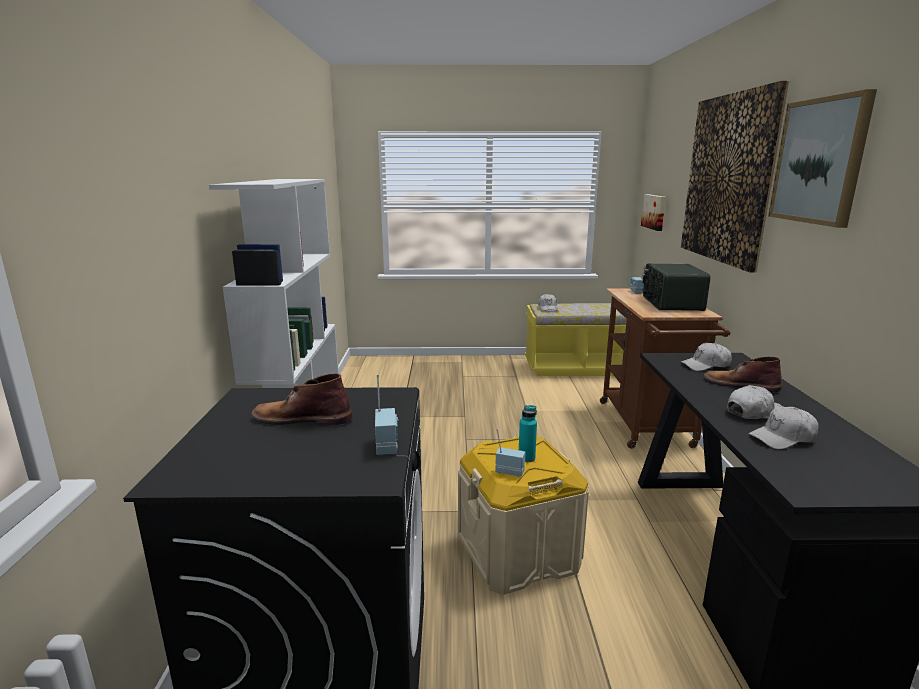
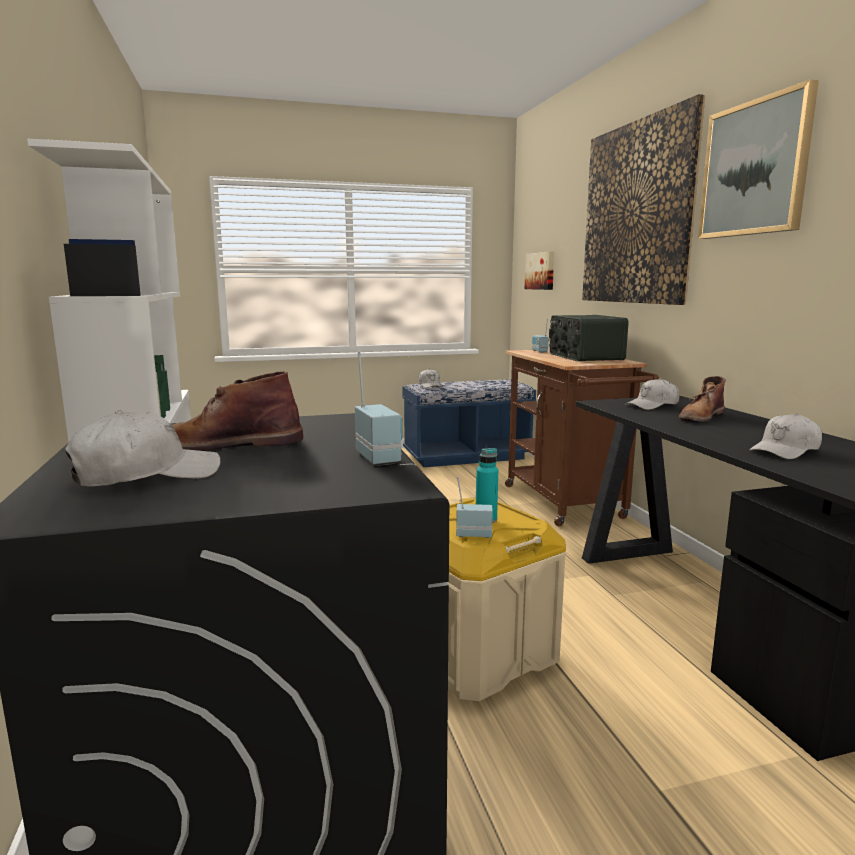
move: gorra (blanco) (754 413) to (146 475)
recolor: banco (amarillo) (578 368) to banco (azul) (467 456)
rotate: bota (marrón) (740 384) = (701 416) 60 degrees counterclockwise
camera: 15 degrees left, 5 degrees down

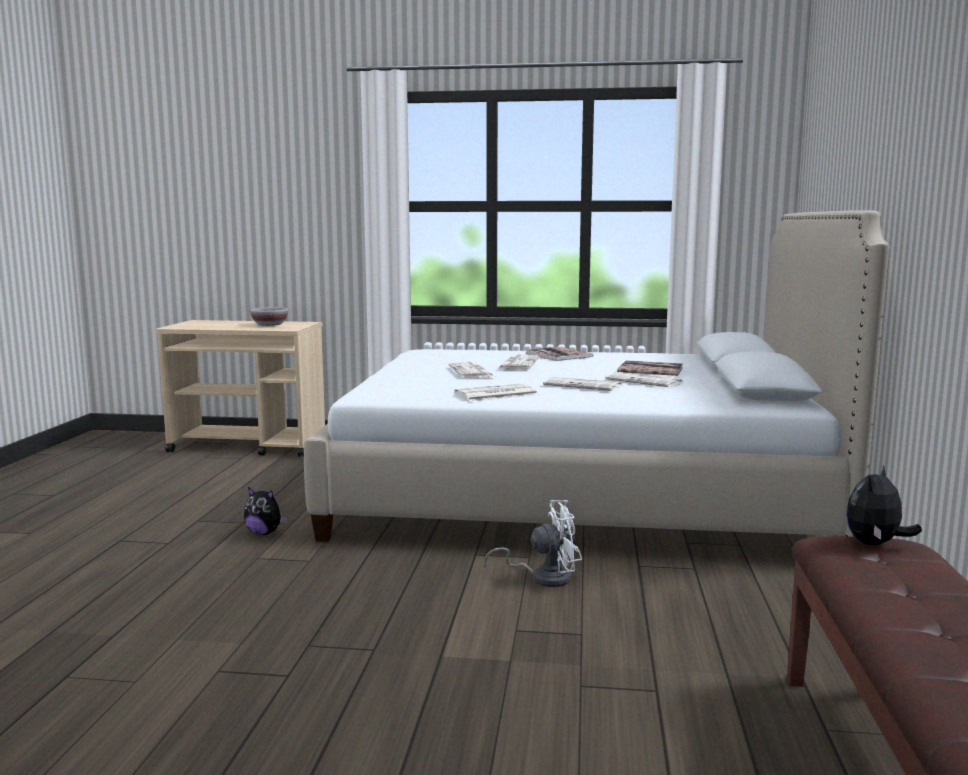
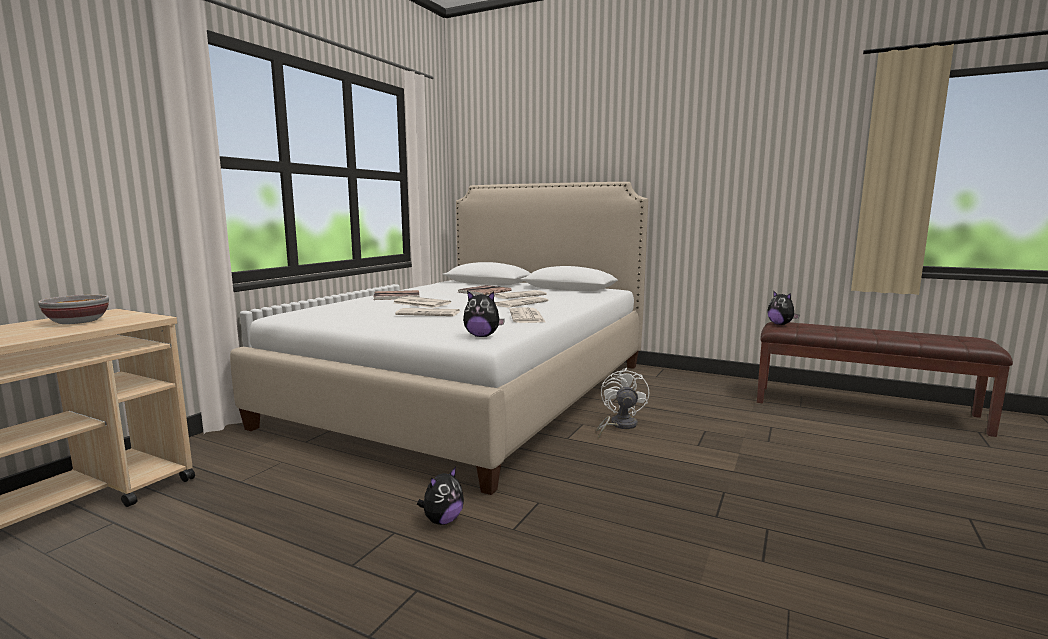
insert: peluche (482 336)
camera: 70 degrees left, 0 degrees up

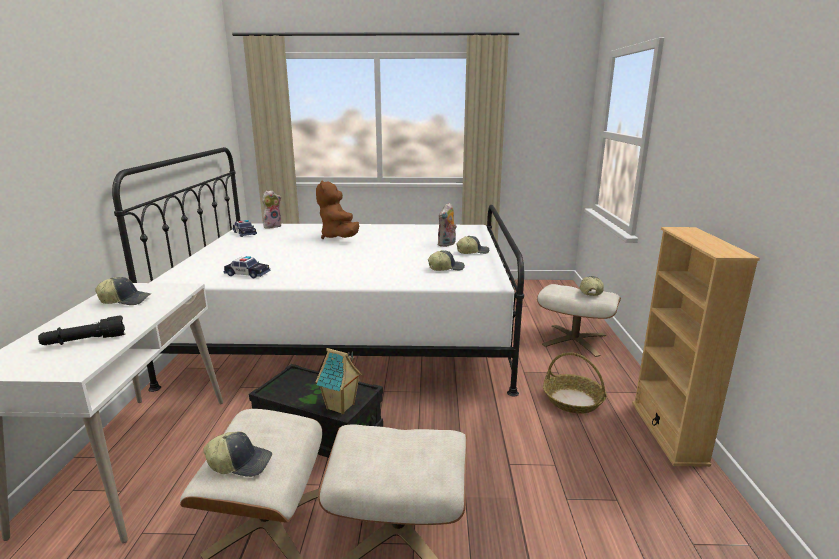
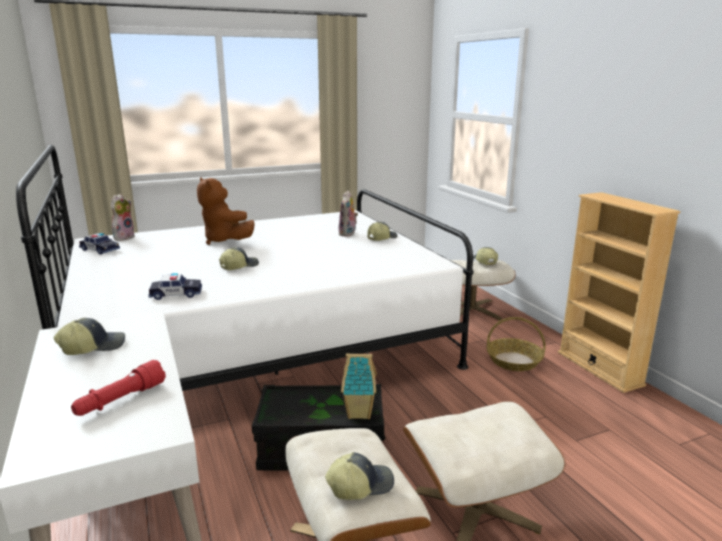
move: gorra (446 268) to (239 266)
recolor: linterna (negro) (85 341) to linterna (rojo) (120 400)
camera: 25 degrees left, 0 degrees up

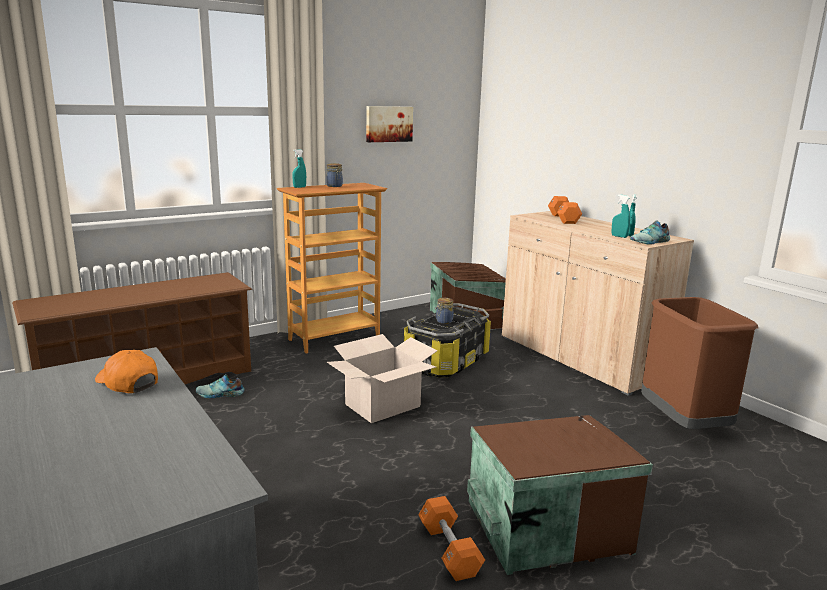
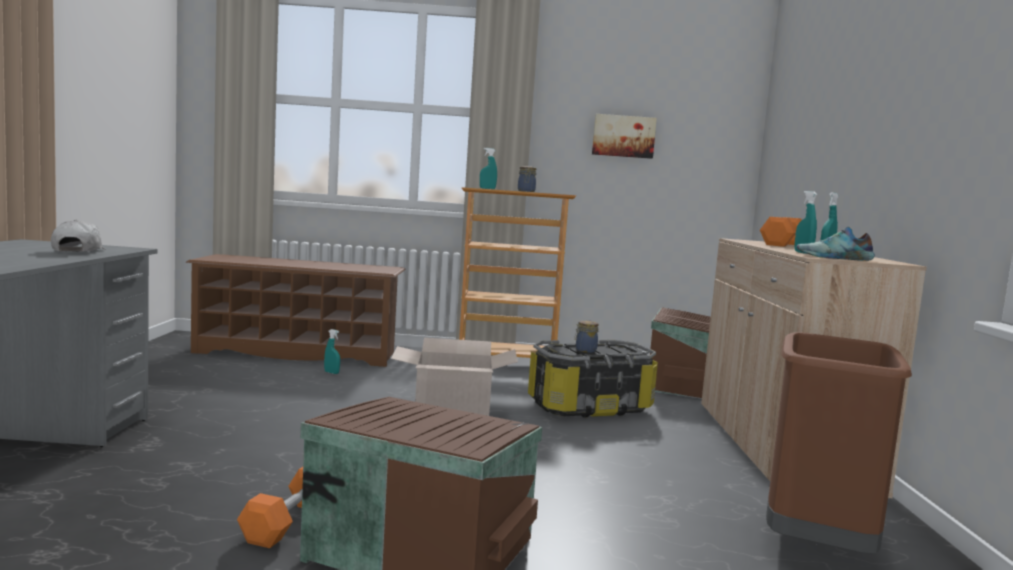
replace: zapato (220 394) to pulverizador (turquesa) (331 372)
recolor: gorra (naranja) (127 382) to gorra (blanco) (78 251)
camera: 35 degrees right, 10 degrees down

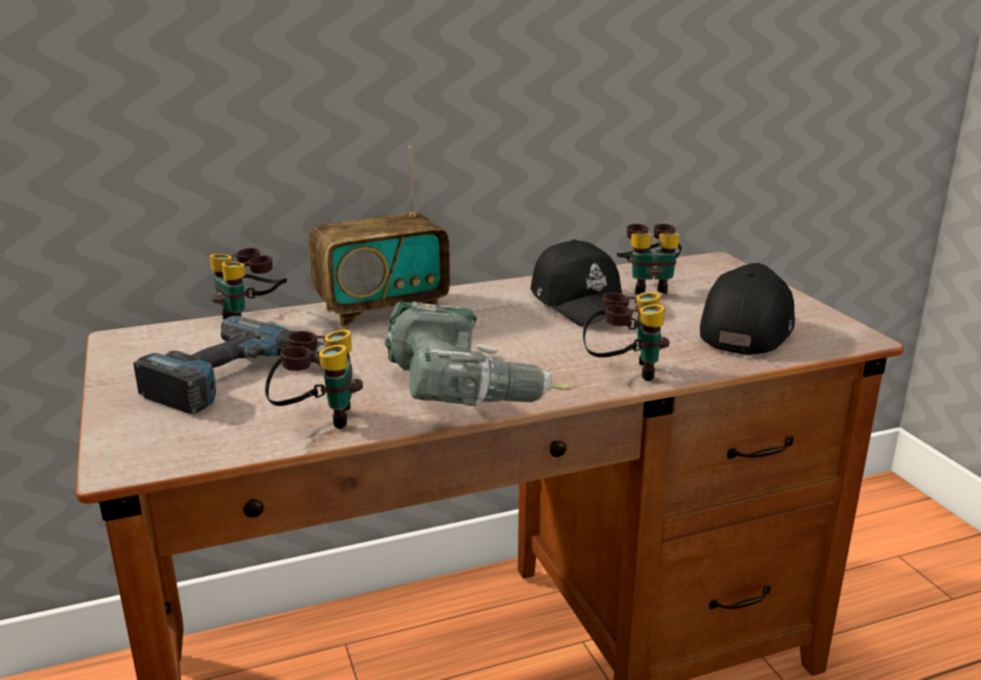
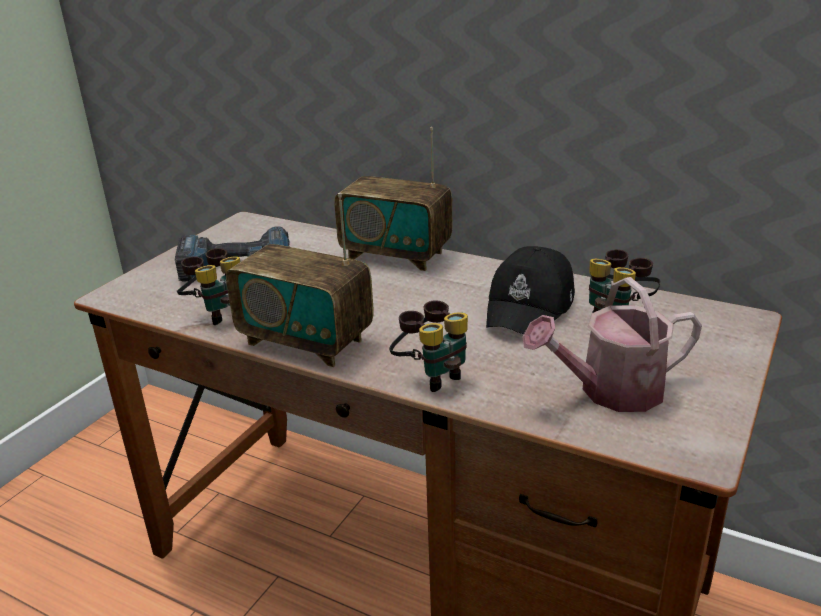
delete: prismáticos (252 319)
replace: taladro (468 398) to radio (306 341); gorra (negro) (744 328) to regadera (610 391)
camera: 50 degrees right, 5 degrees up

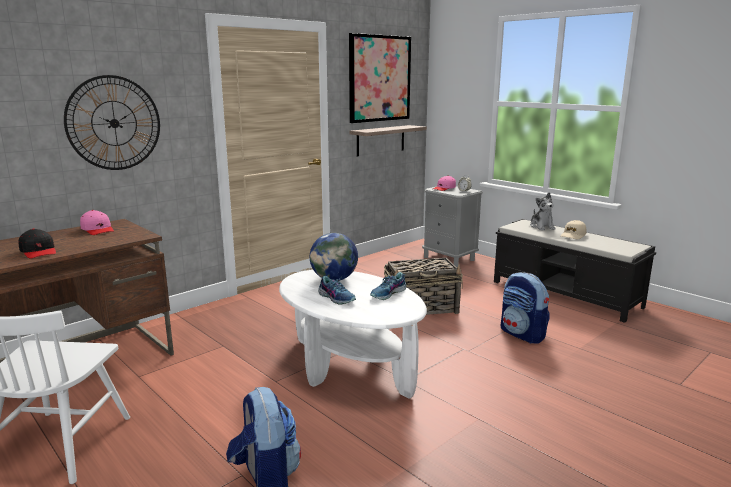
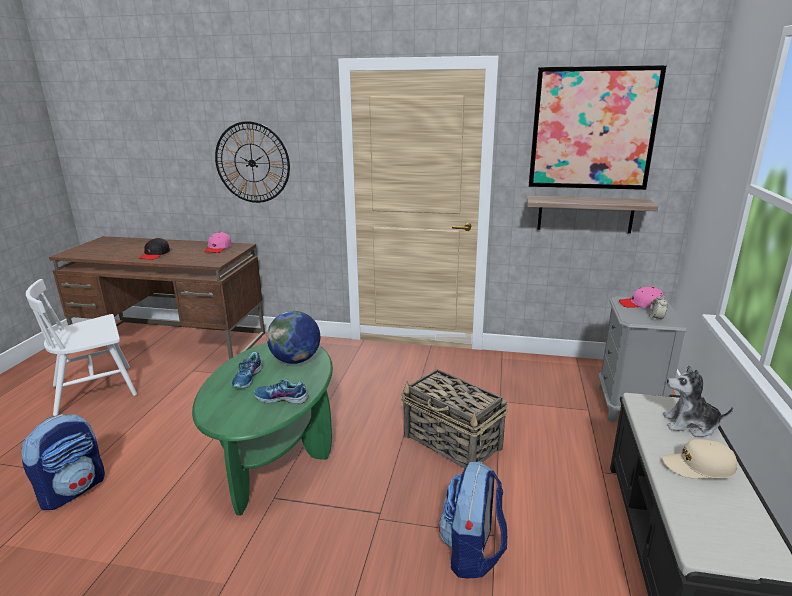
recolor: mesa de centro (blanco) (350 367) to mesa de centro (verde) (275 453)
rotate: peluche (541 226) = (690 425) 60 degrees clockwise
camera: 55 degrees right, 5 degrees up

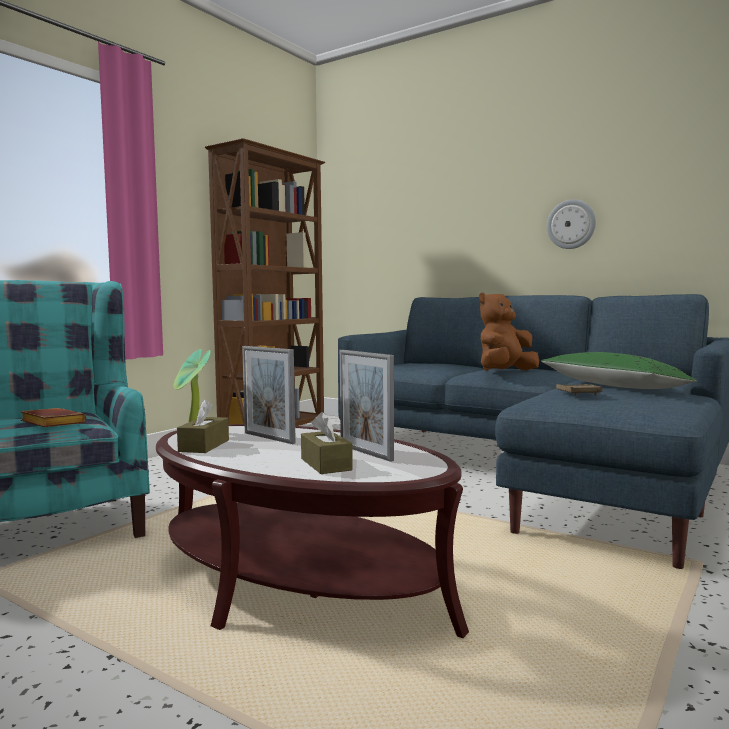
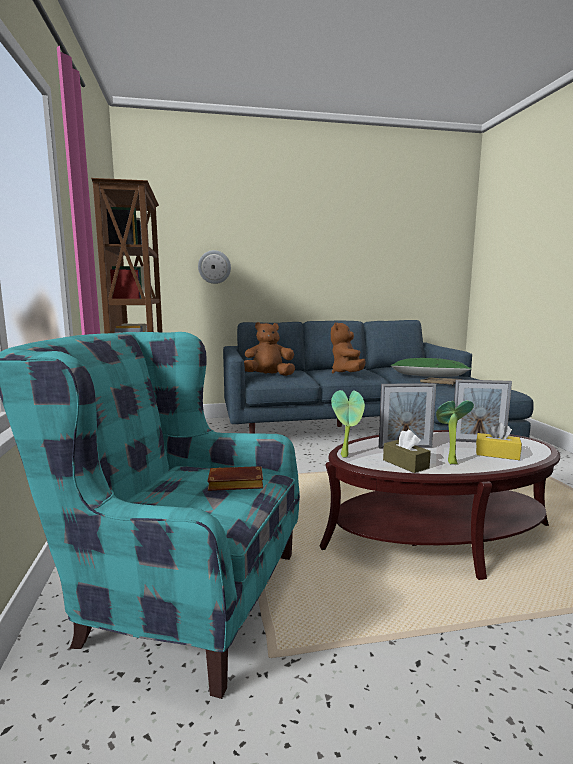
insert: peluche (marrón) (268 376); planta en maceta (449 462)
move: reloj de pared (571 224) to (214 267)
recolor: caja de pañuelos (marrón) (326 464) to caja de pañuelos (amarillo) (497 454)
camera: 45 degrees left, 5 degrees up

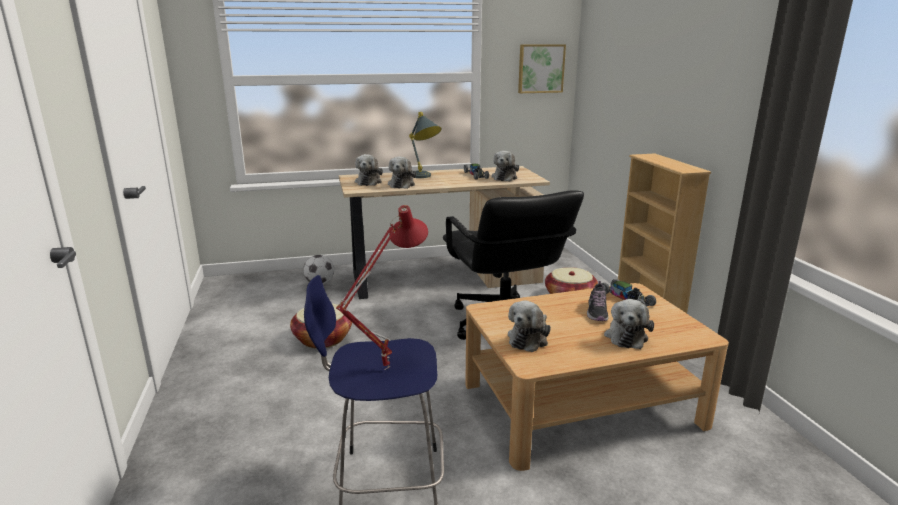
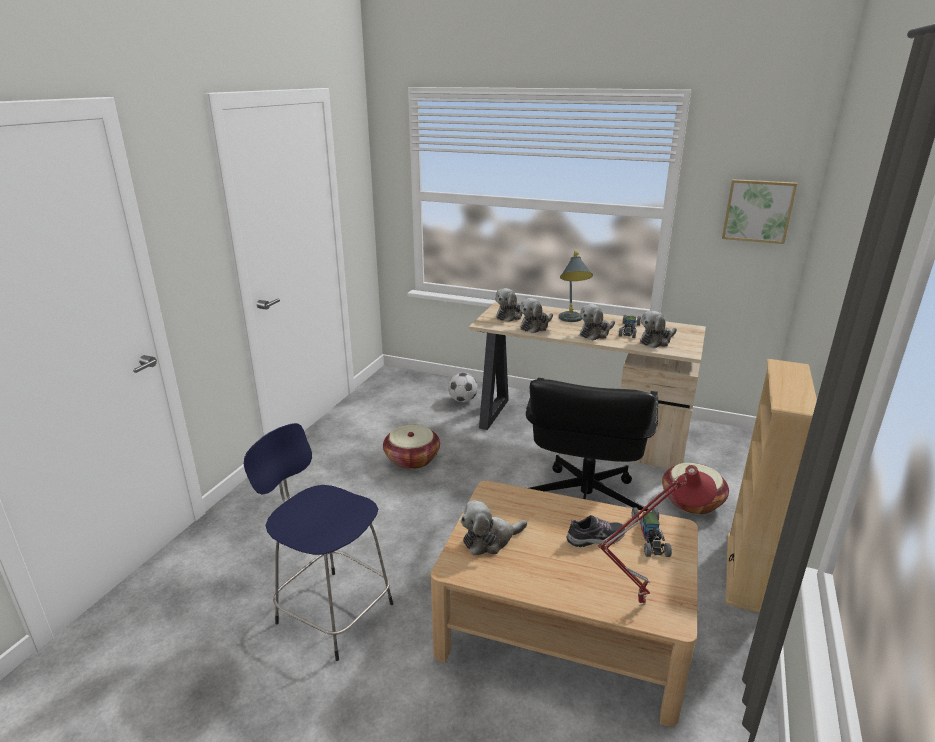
move: lámpara de mesa (rojo) (385 367) to (640 602); peluche (626 336) to (596 333)
rotate: zapato (597 312) = (596 538) 150 degrees counterclockwise
camera: 35 degrees right, 5 degrees up

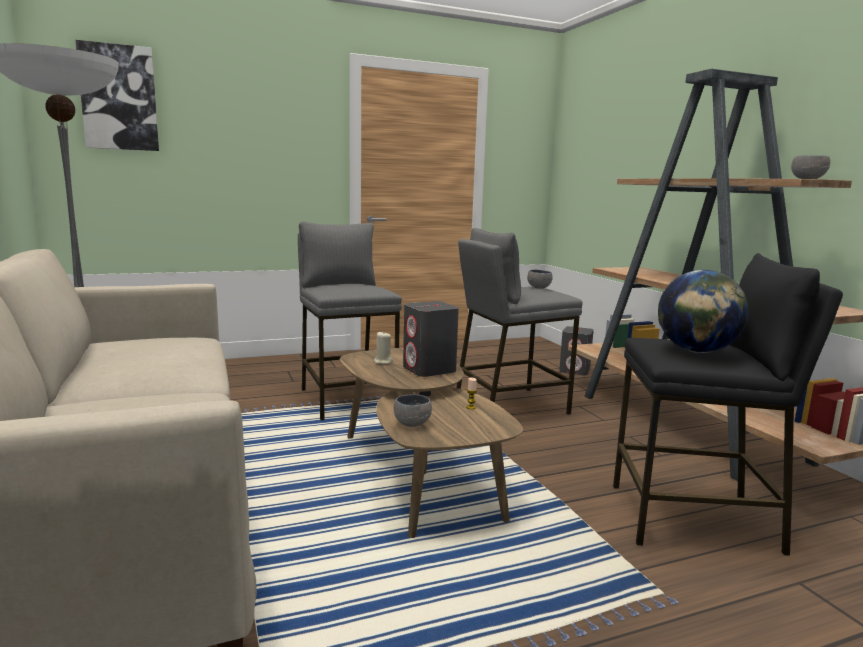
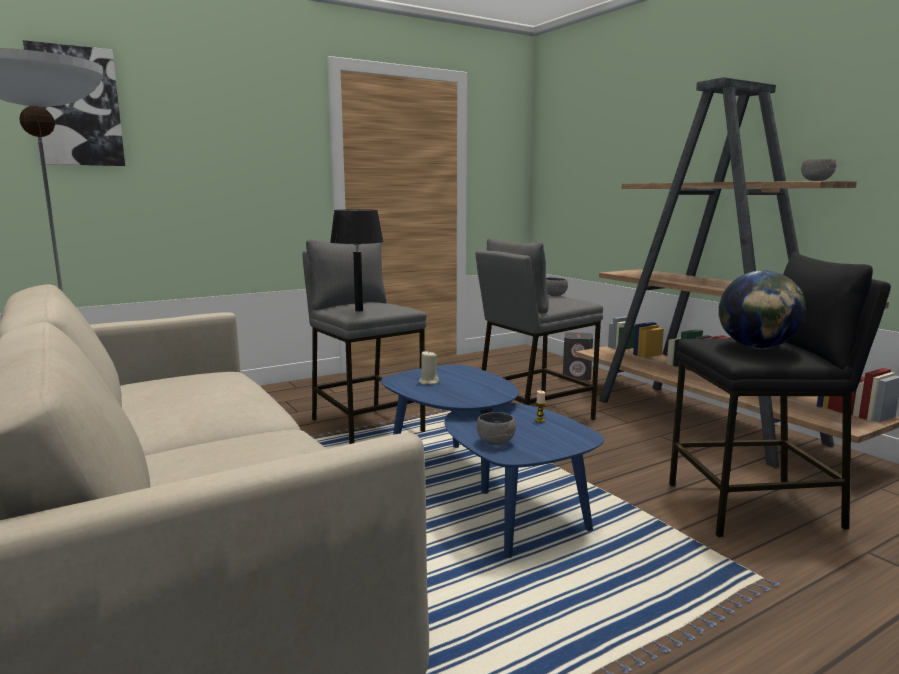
delete: altavoz (gris) (429 370)
insert: lámpara de mesa (negro) (358 310)
recolor: mesa de centro (marrón) (418 472) to mesa de centro (azul) (479 492)
camera: 10 degrees left, 0 degrees up

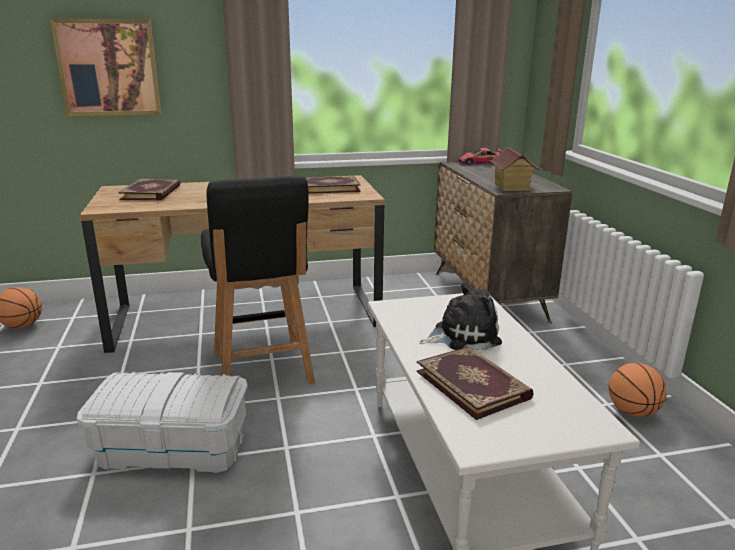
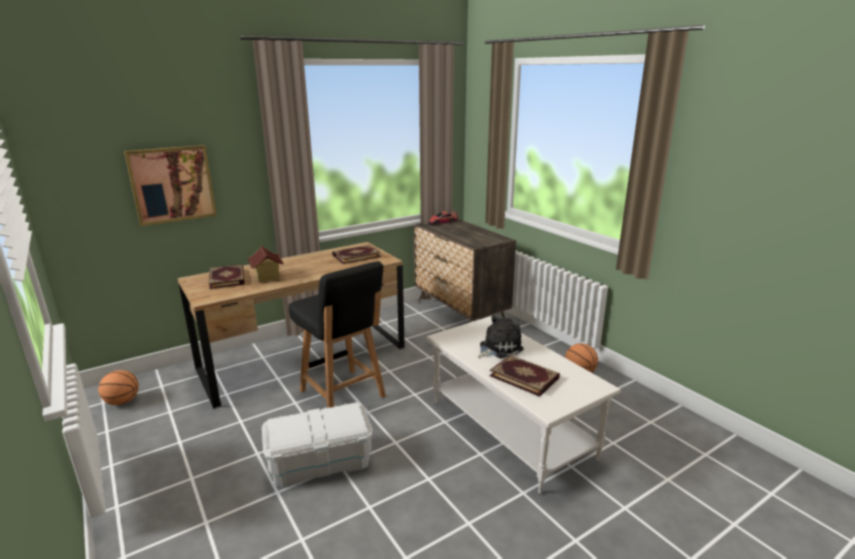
move: casita (511 187) to (267 277)
camera: 20 degrees left, 0 degrees up

